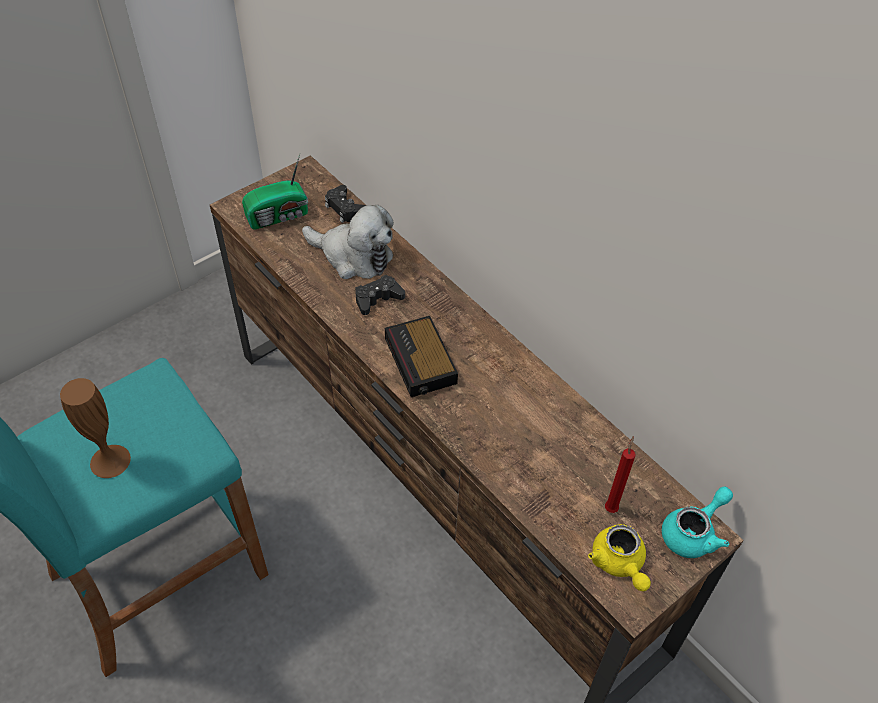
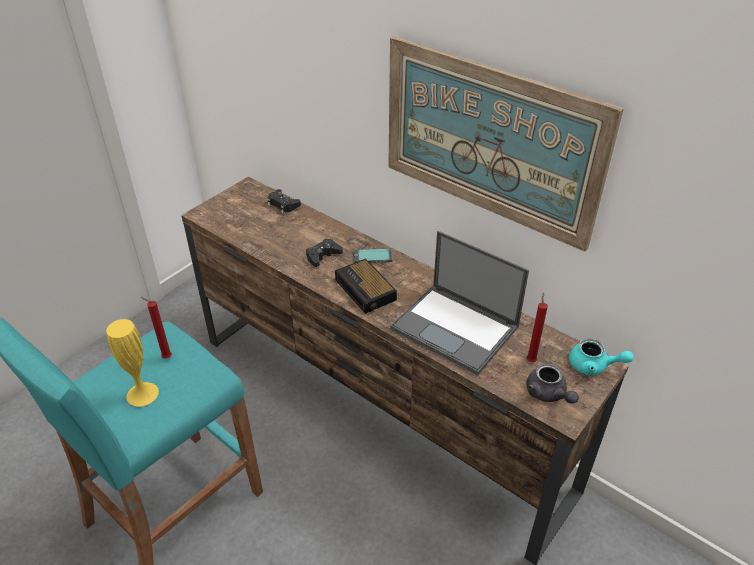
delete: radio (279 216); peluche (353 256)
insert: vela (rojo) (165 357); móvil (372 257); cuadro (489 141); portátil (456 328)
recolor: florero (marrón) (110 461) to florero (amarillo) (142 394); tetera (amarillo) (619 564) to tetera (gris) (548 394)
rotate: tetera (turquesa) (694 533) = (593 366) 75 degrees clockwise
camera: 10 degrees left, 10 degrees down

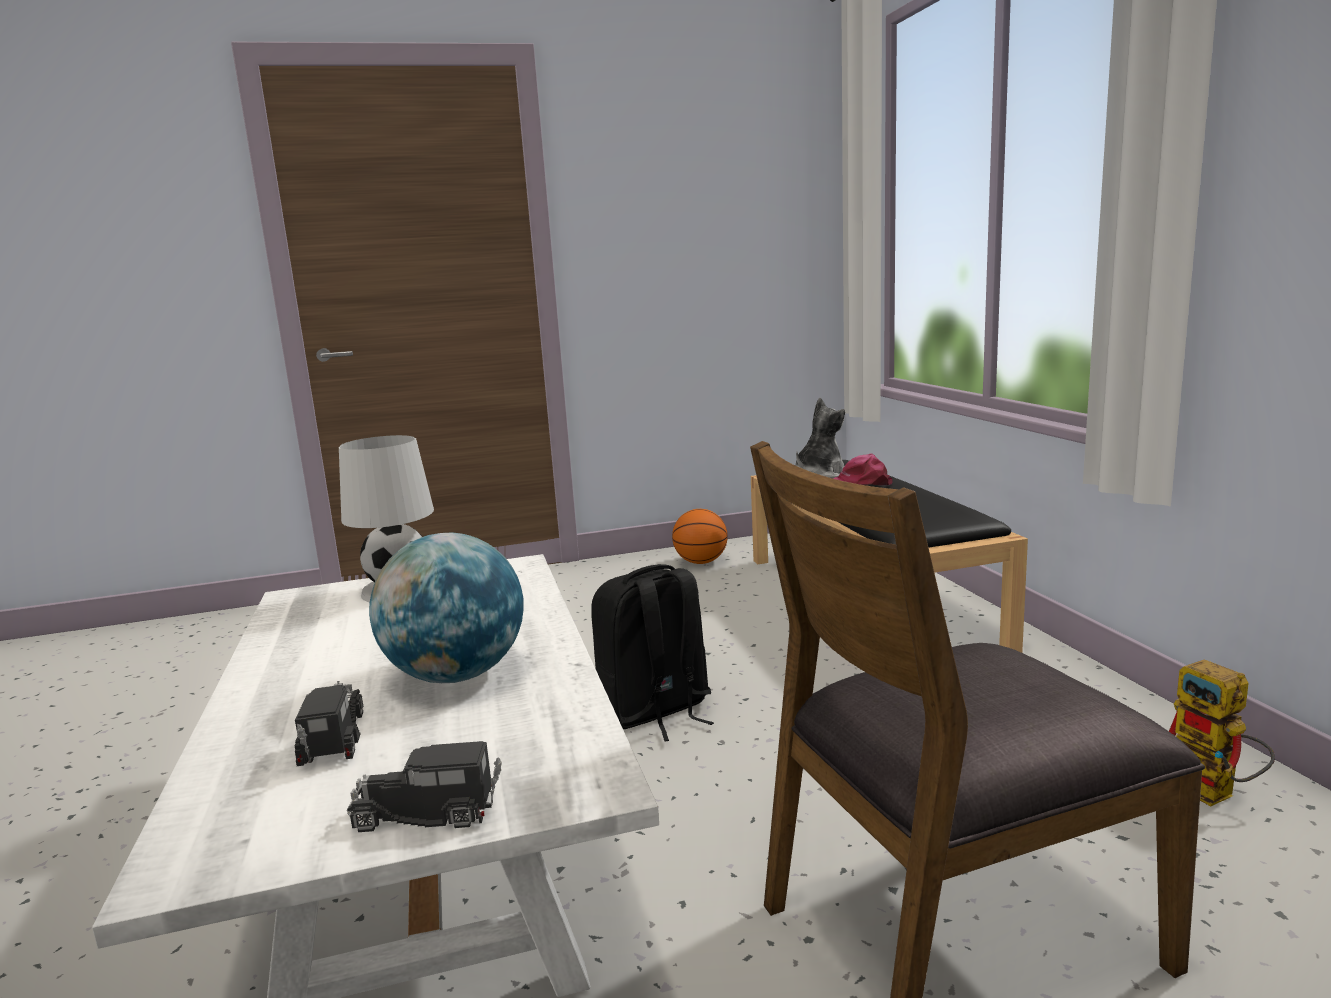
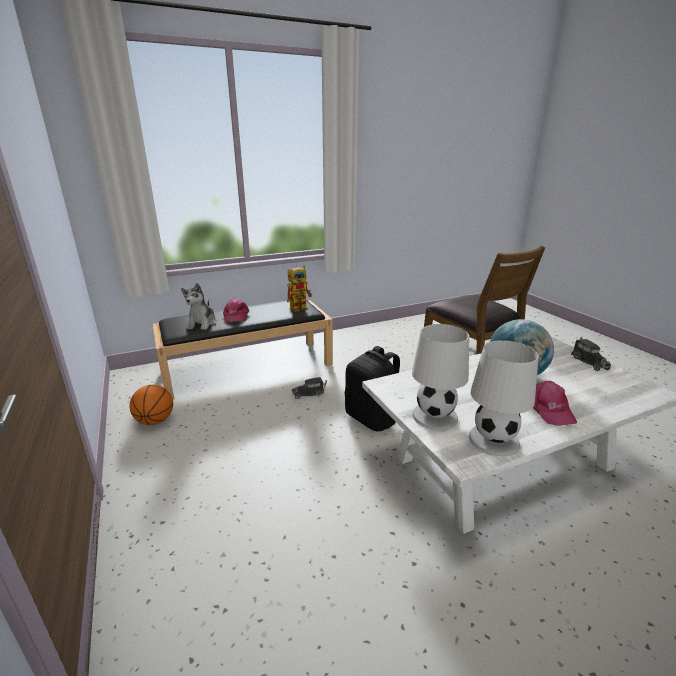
insert: lámpara de mesa (blanco) (493 440); gorra (rosa) (548 409)
move: camión de juguete (334 741) to (309 393); robot de juguete (1215 794) to (301 307)
rotate: peluche (819 474) = (202 323) 120 degrees counterclockwise
camera: 100 degrees left, 10 degrees up

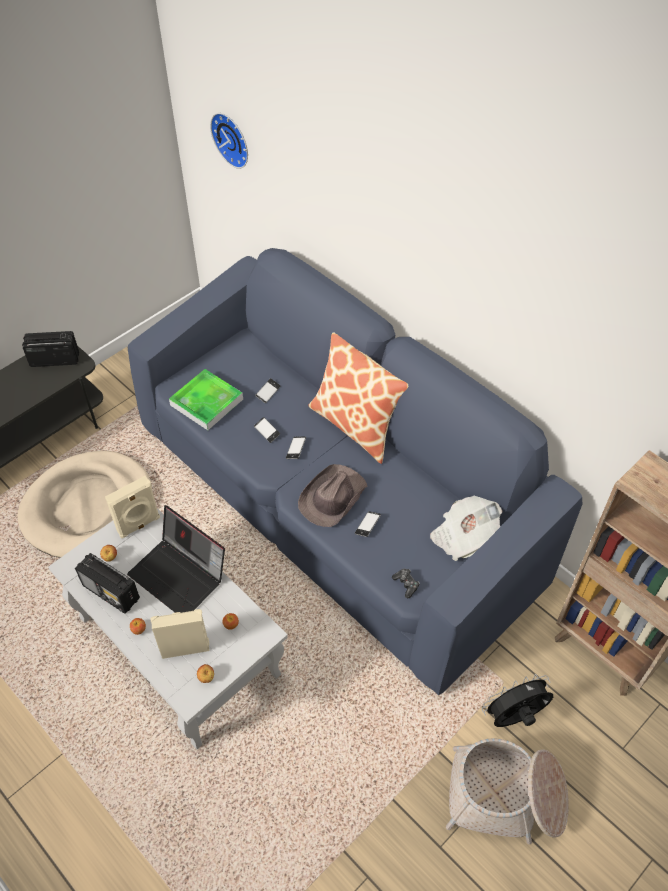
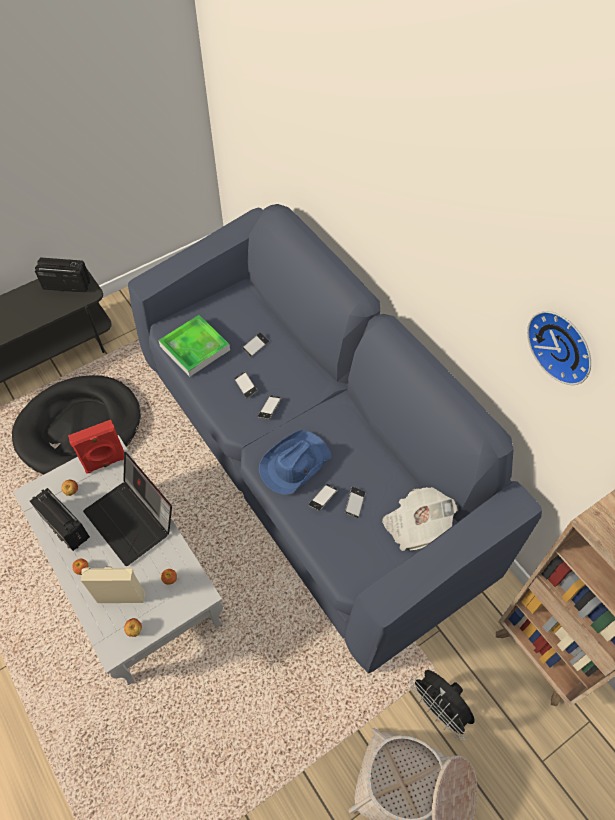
delete: cojín (356 425); mando de consola (406 584)
insert: móvil (354 503)
move: reloj de pared (232 139) to (563 345)
recolor: cama para perro (beis) (88 507) to cama para perro (negro) (79 428); altavoz (beis) (139 525) to altavoz (rojo) (105 463); sombrero (marrón) (332 497) to sombrero (azul) (294 464)
rotate: ventilador (negro) (514 718) = (439 709) 120 degrees counterclockwise
camera: 10 degrees right, 5 degrees up

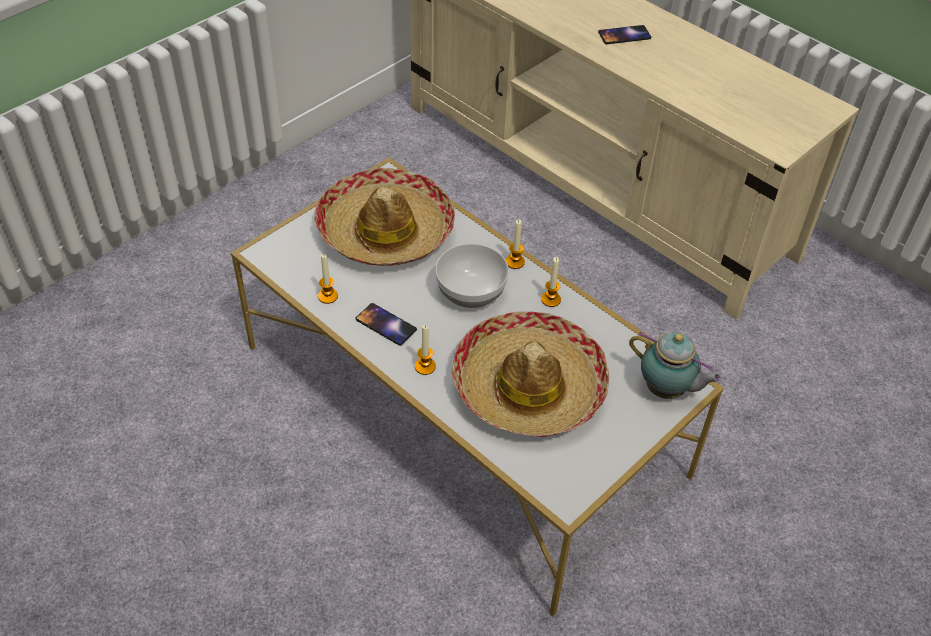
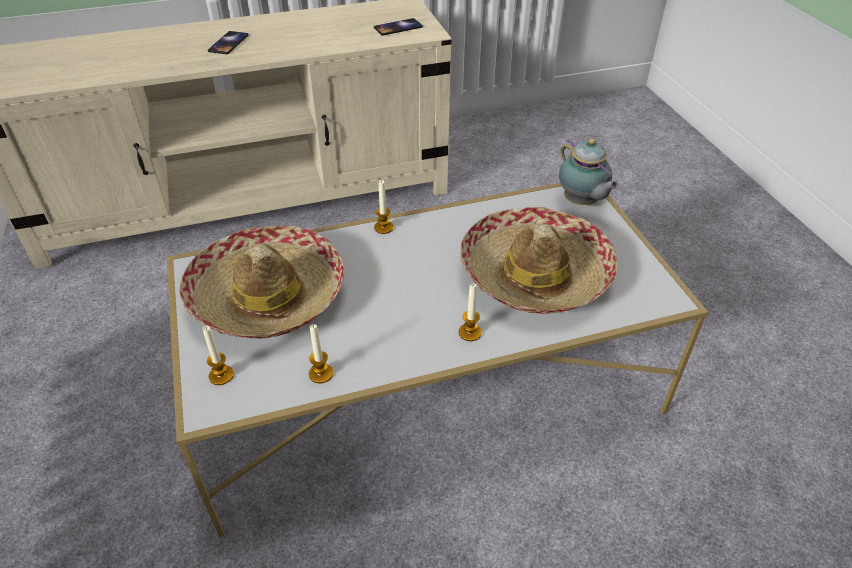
delete: cuenco (469 291)
move: móvil (385 325) to (398 27); vela (551 299) to (221 375)
rotate: tetera (667 390) = (581 203) 90 degrees clockwise
camera: 60 degrees left, 5 degrees down

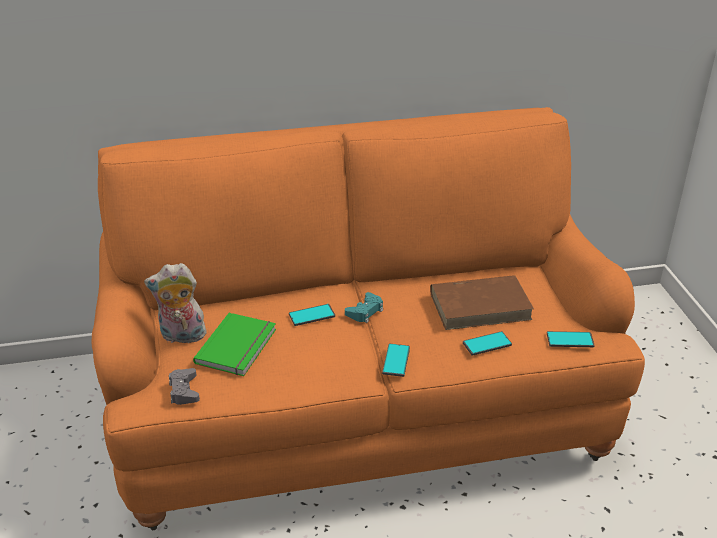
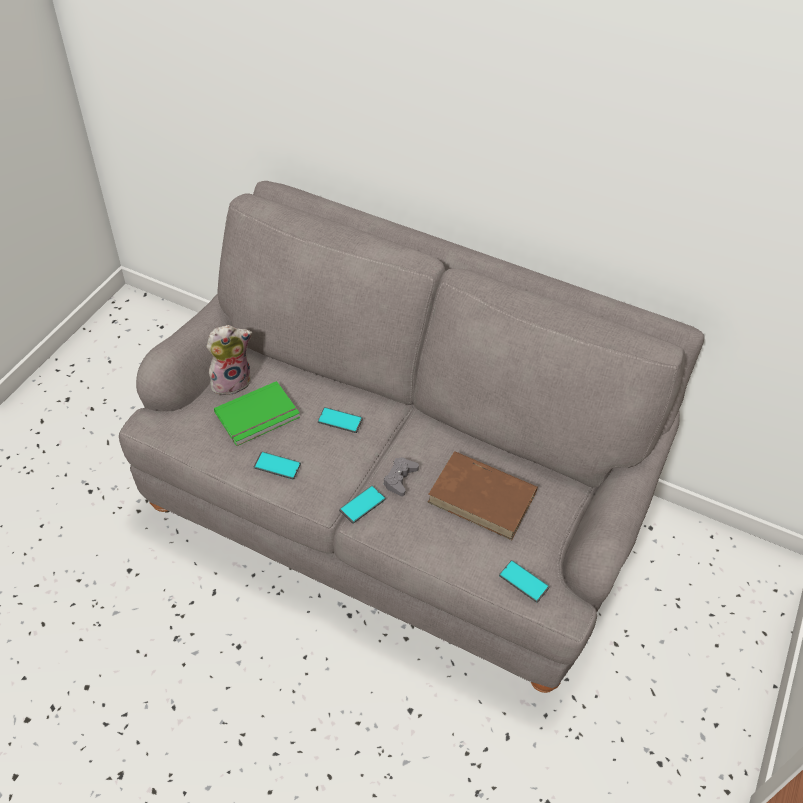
delete: mando de consola (turquesa) (365 311)
move: mando de consola (gris) (184 391) to (400 479); móvil (487 344) to (277 466)
recolor: sofá (naranja) (358 409) to sofá (gris) (396 508)
rotate: peluche (181 336) = (232 381) 120 degrees clockwise
camera: 35 degrees right, 15 degrees up

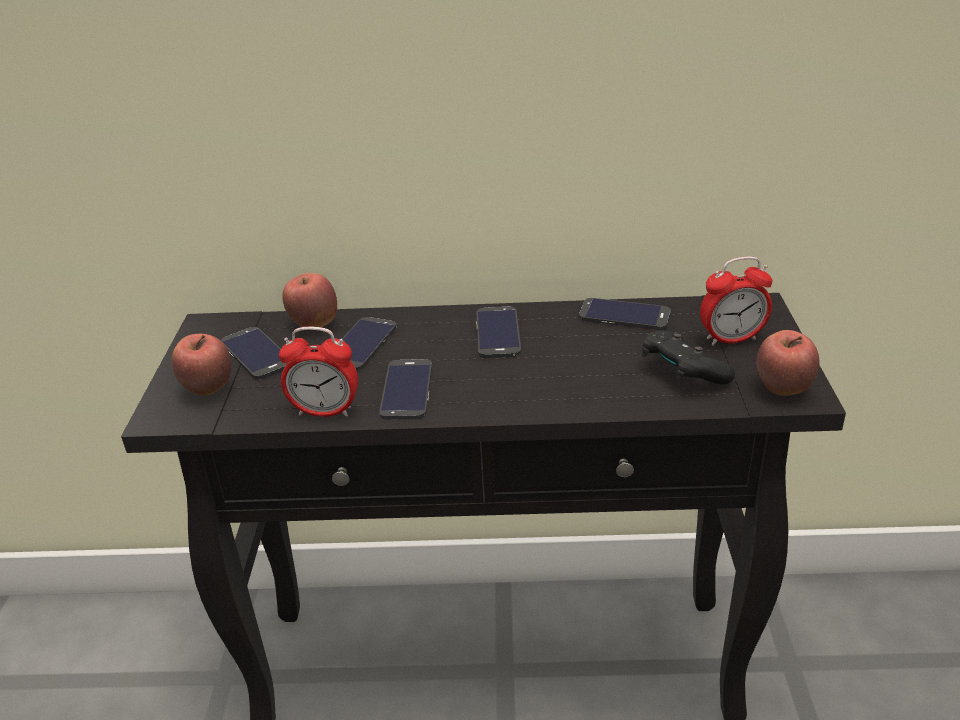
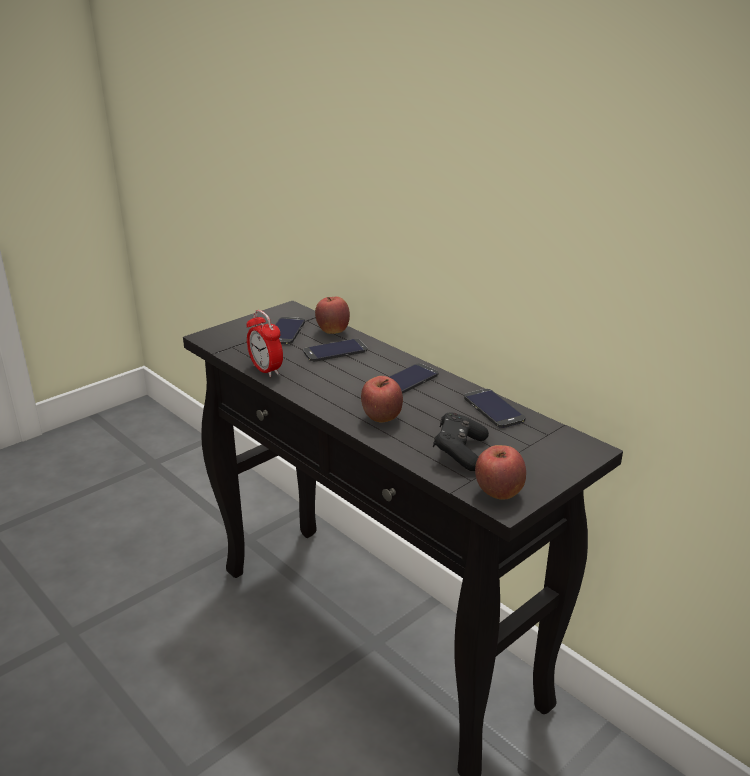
delete: móvil (407 390); despertador (731 339)
move: manzana (208 389) to (382 419)
camera: 45 degrees right, 5 degrees down

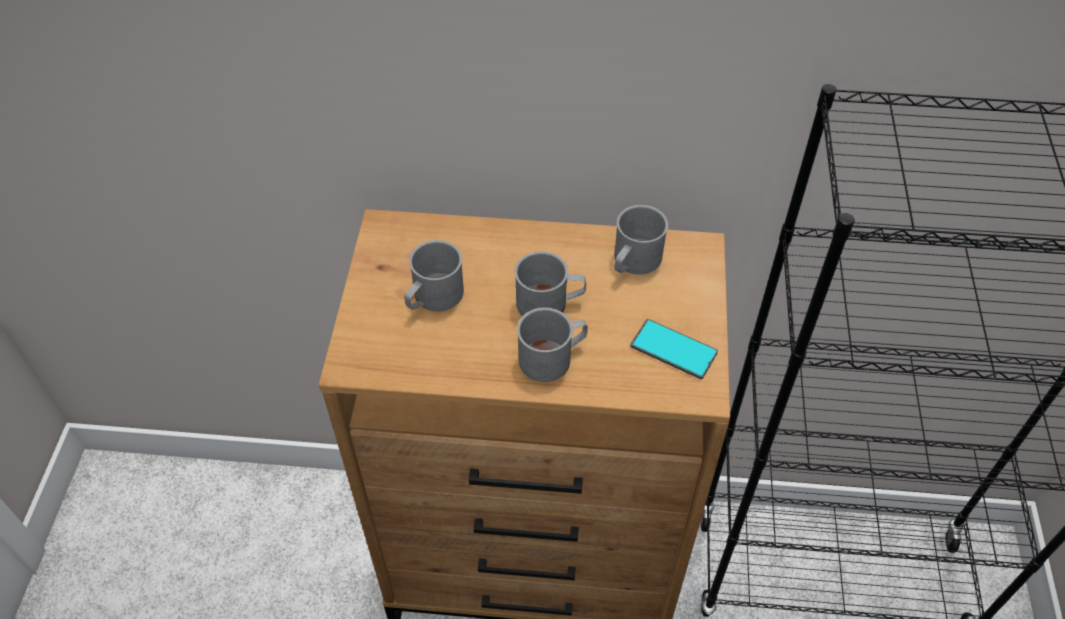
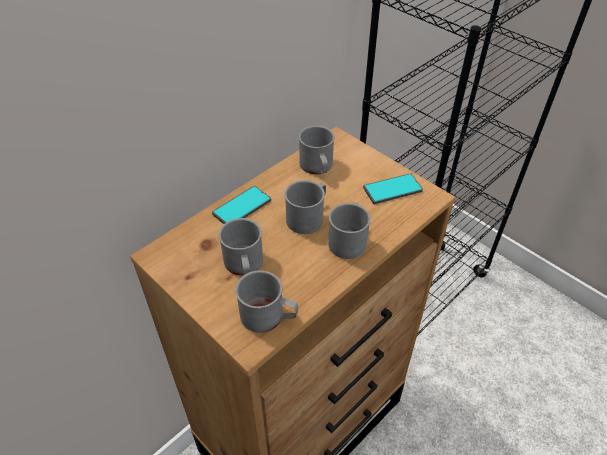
insert: móvil (242 207); taza grande (gris) (268 317)
camera: 50 degrees left, 5 degrees down

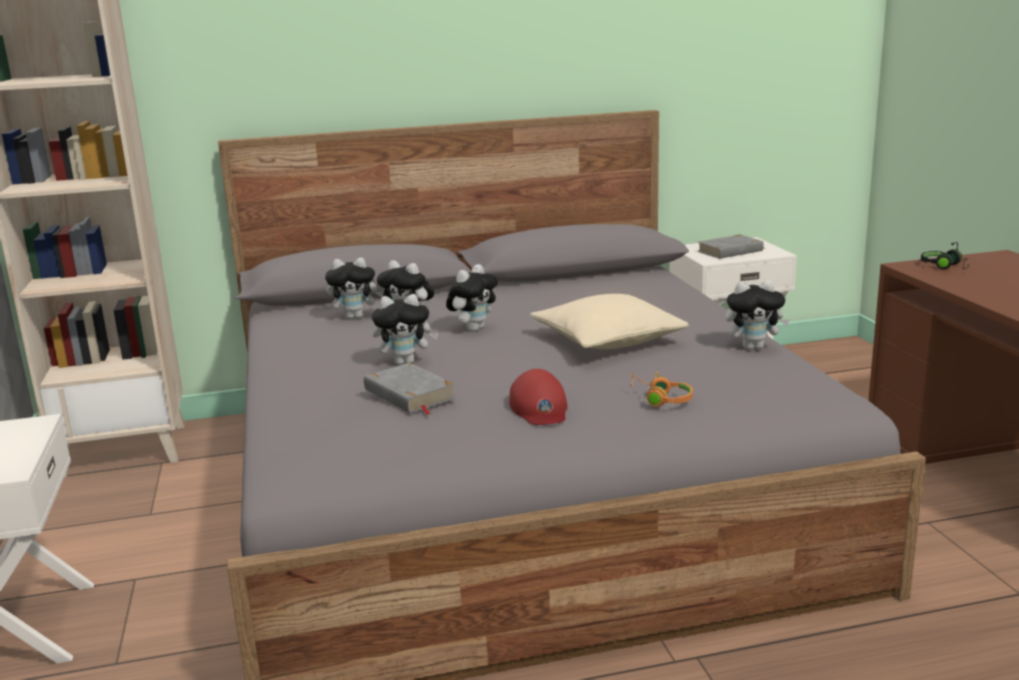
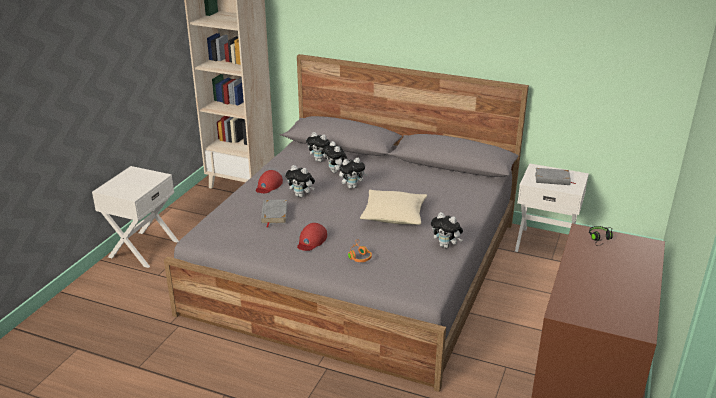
insert: gorra (rojo) (268 185)
camera: 35 degrees right, 10 degrees up

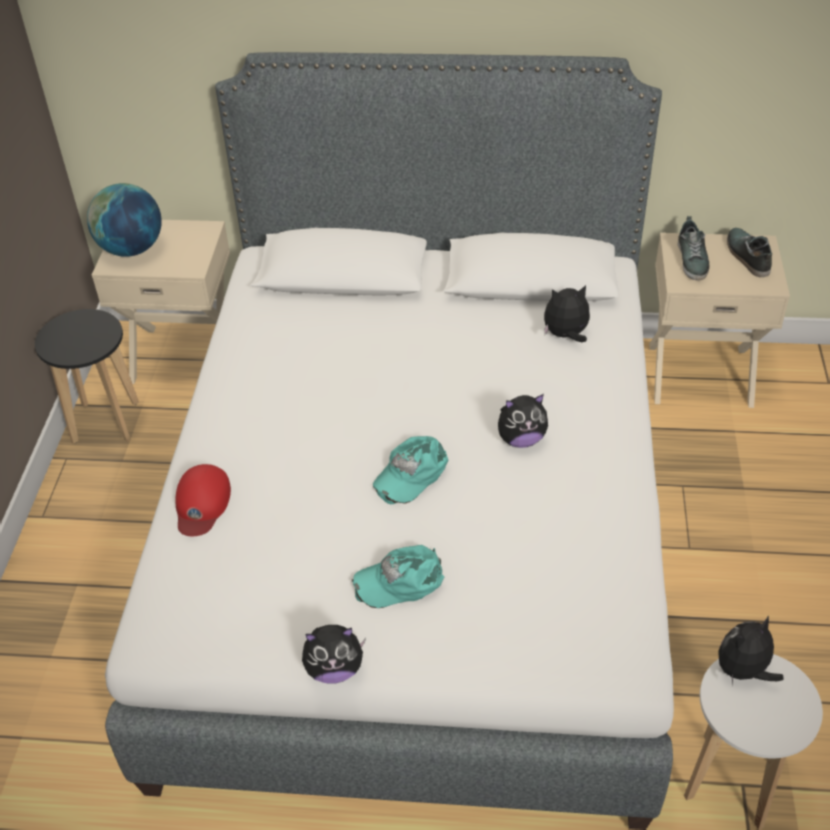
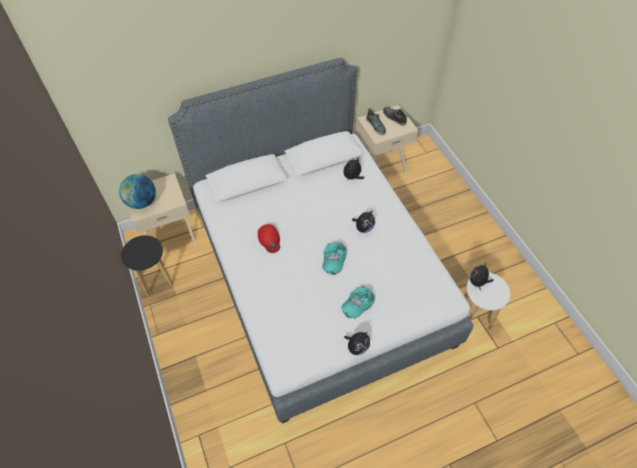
move: gorra (rojo) (202 503) to (269 239)
camera: 30 degrees left, 10 degrees up

